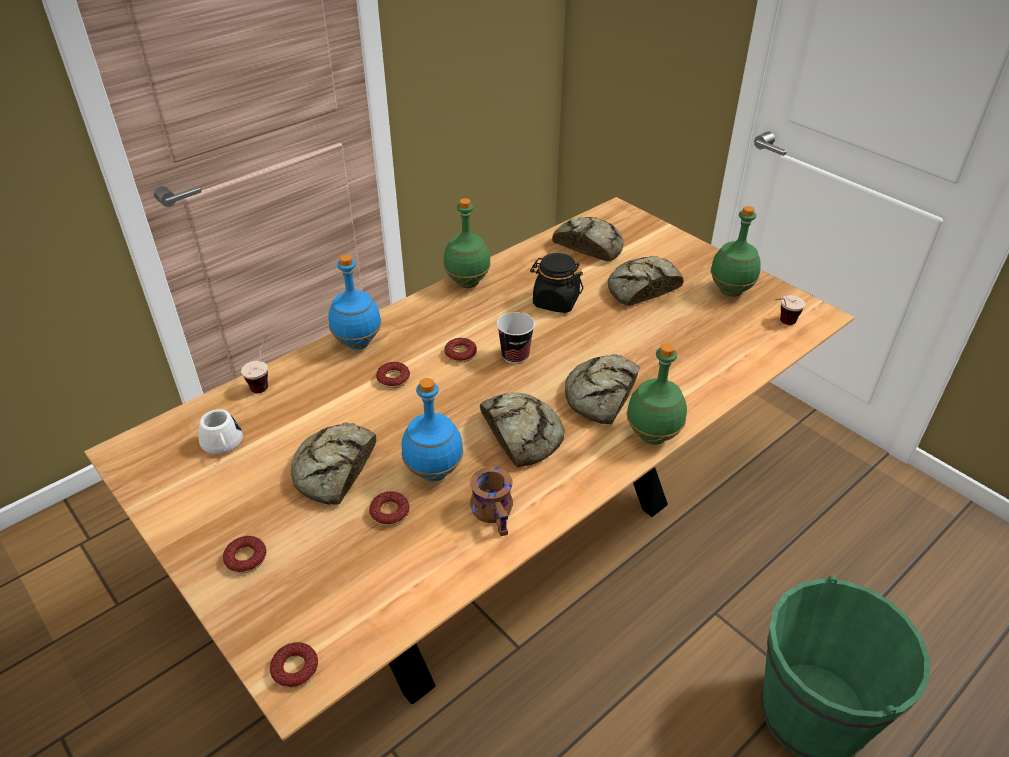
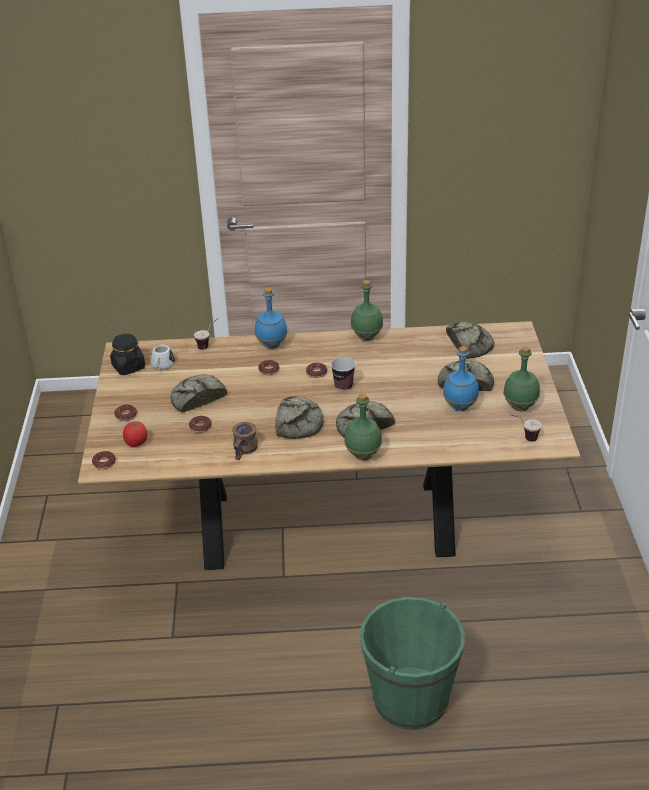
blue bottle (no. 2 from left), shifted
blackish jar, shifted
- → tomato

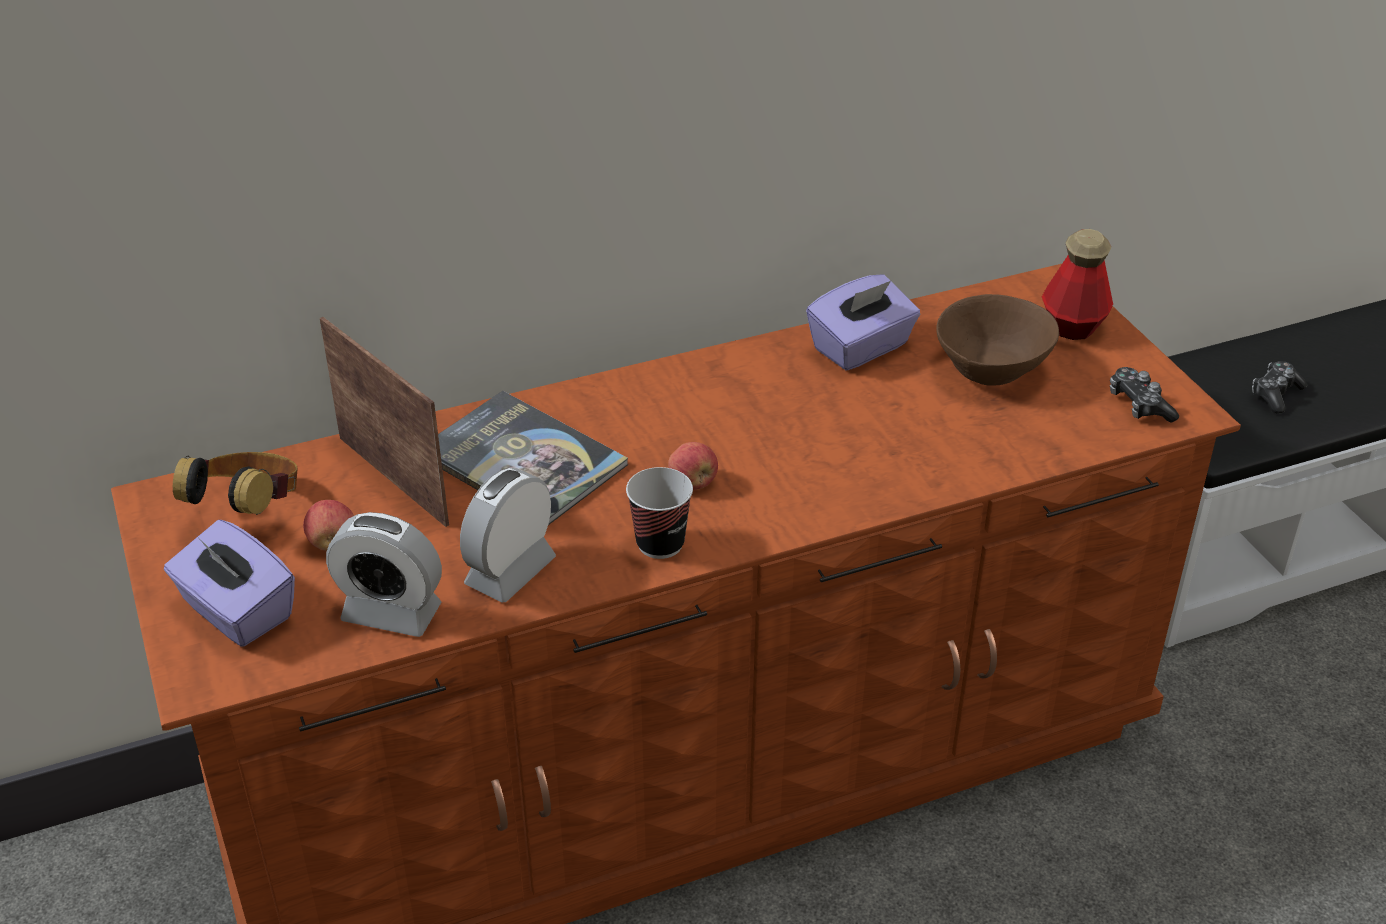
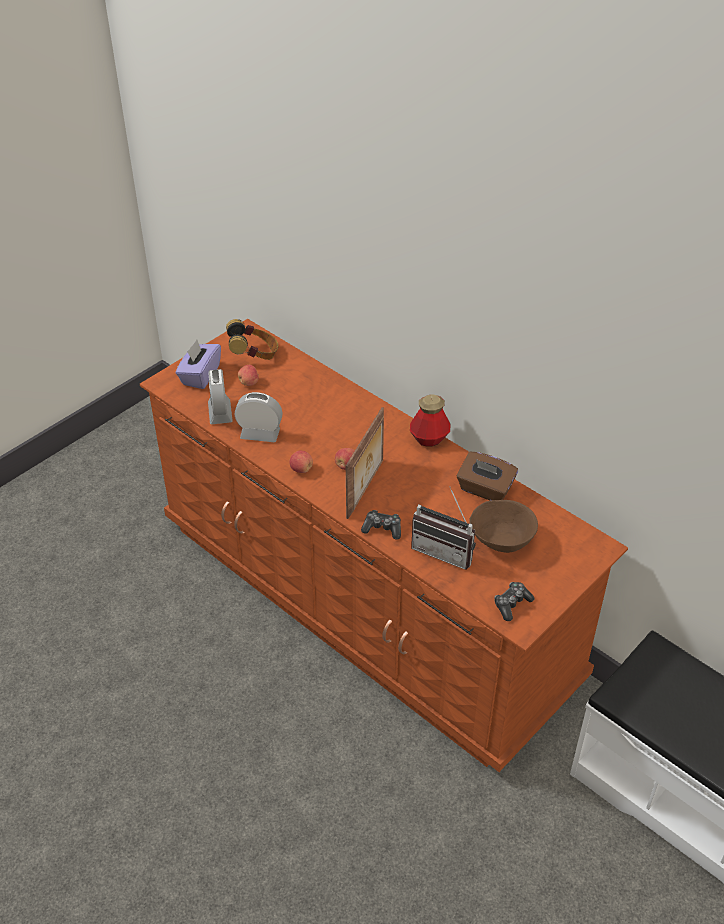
picture frame, shifted
volume → -
cup → apple fruit (no. 2 from left)
purple tissue holder (no. 2 from left) → brown tissue holder
bottle, shifted
joypad (no. 2 from left in the first image) → joypad (no. 1 from left), shifted
- → radio

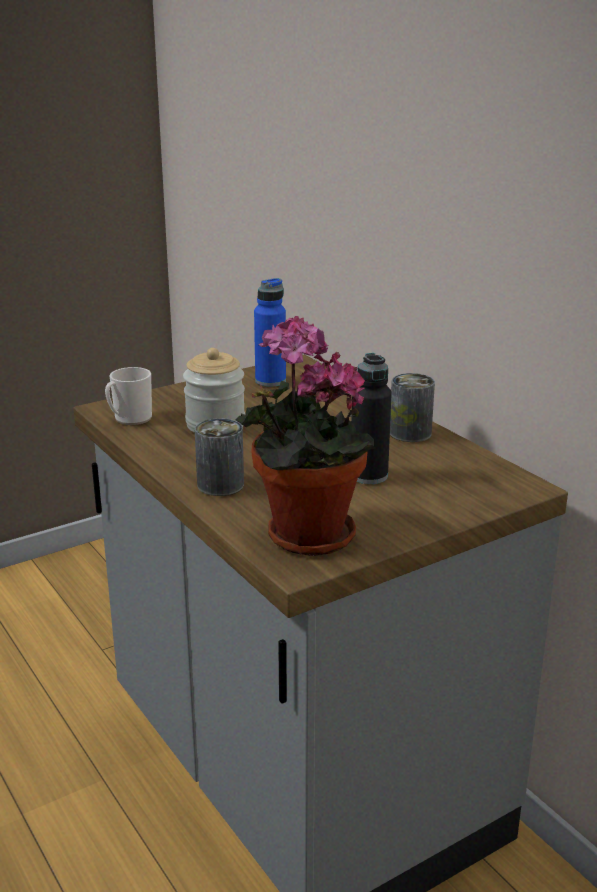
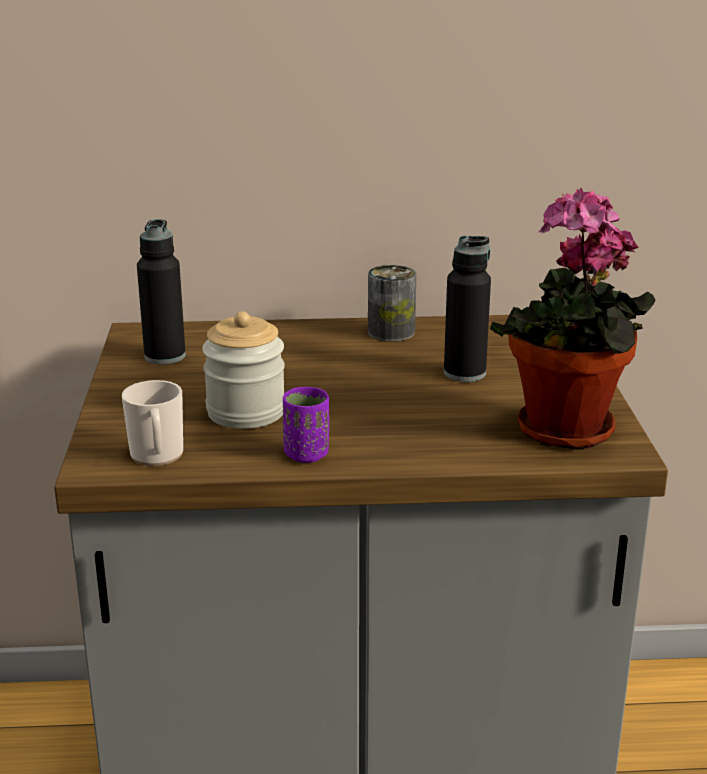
metal can (no. 1 from left) → -
blue bottle → blackish bottle (no. 1 from left)
- → purple cup

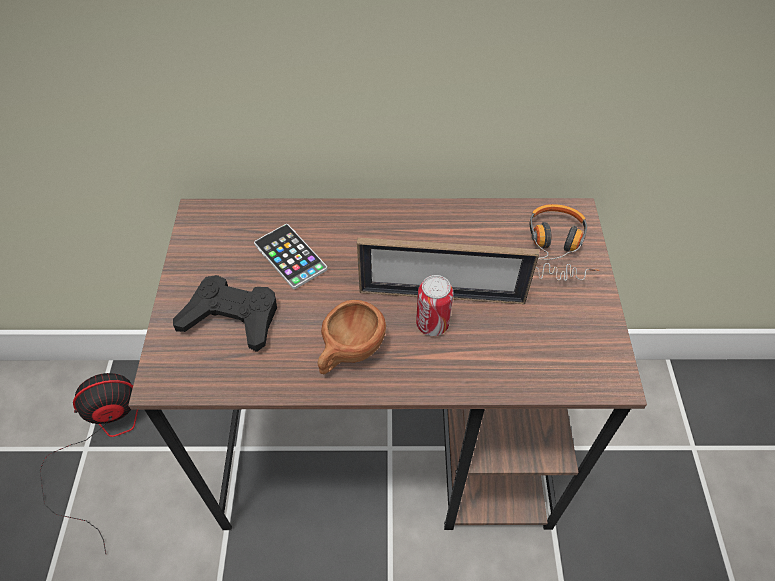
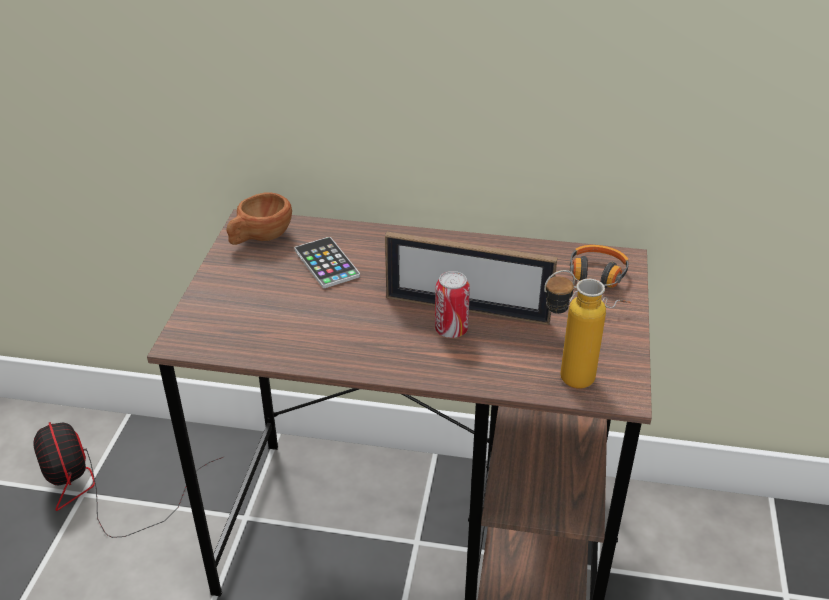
cooling fan, 105 degrees counterclockwise
blackish joypad → -
brown cup, shifted
- → bottle

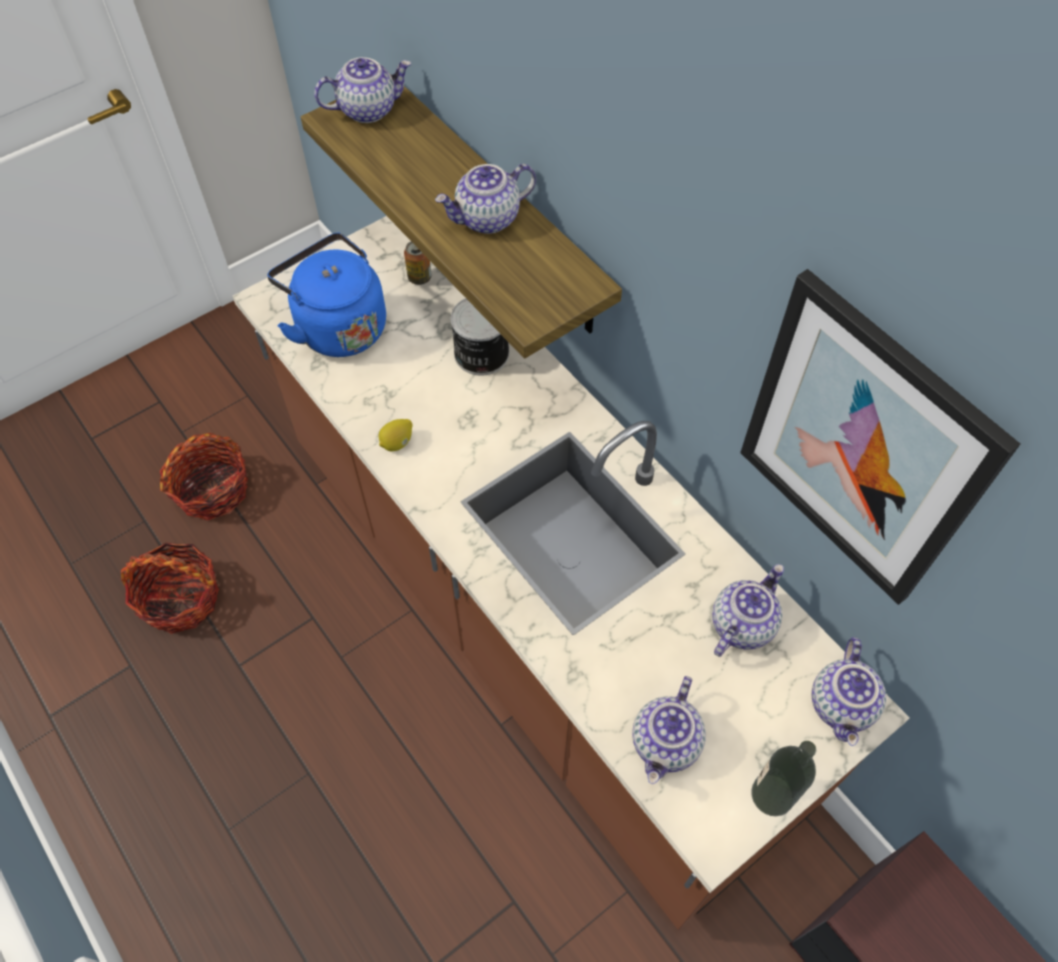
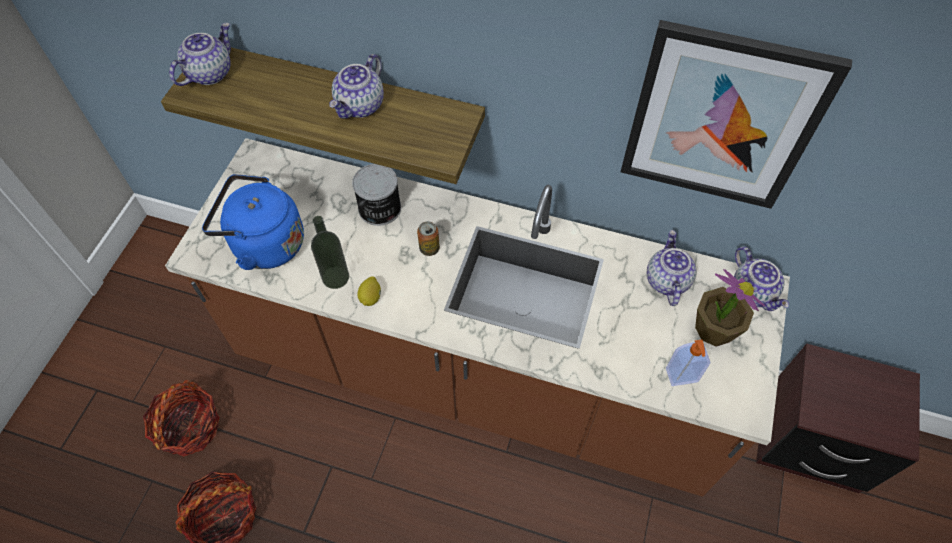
metal can (no. 1 from left in the first image) → metal can (no. 2 from left), shifted
pot for tea (no. 3 from left) → liquid soap bottle
bottle, shifted
- → plant in a pot

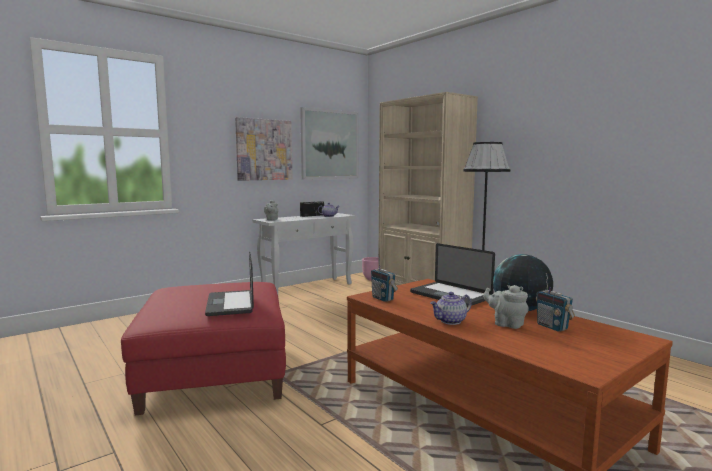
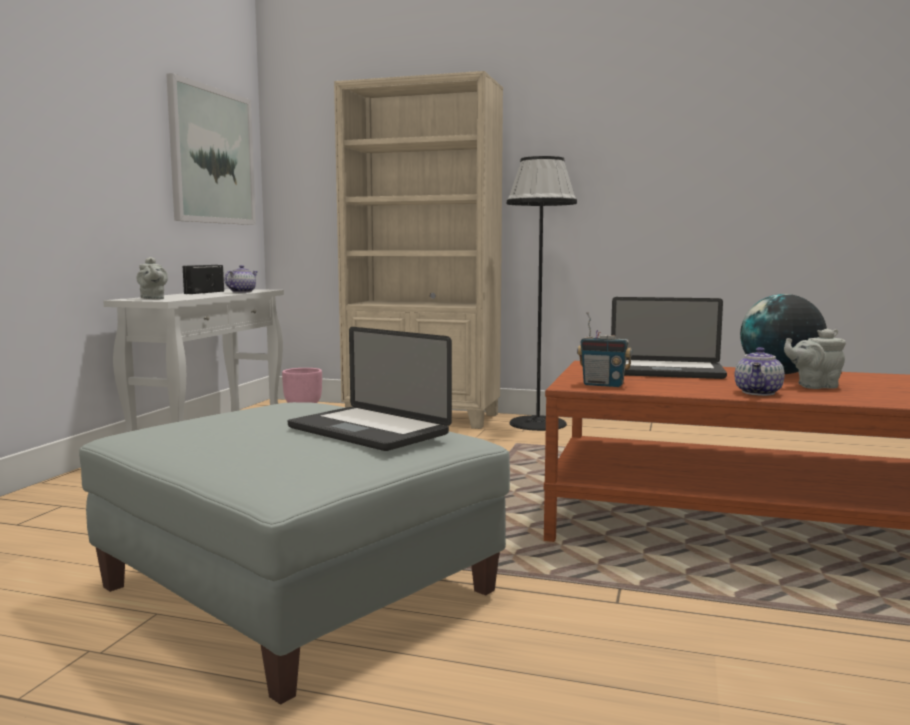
red-coloured pouffe → grey pouffe
wall art (no. 1 from left) → -
radio (no. 3 from left) → -

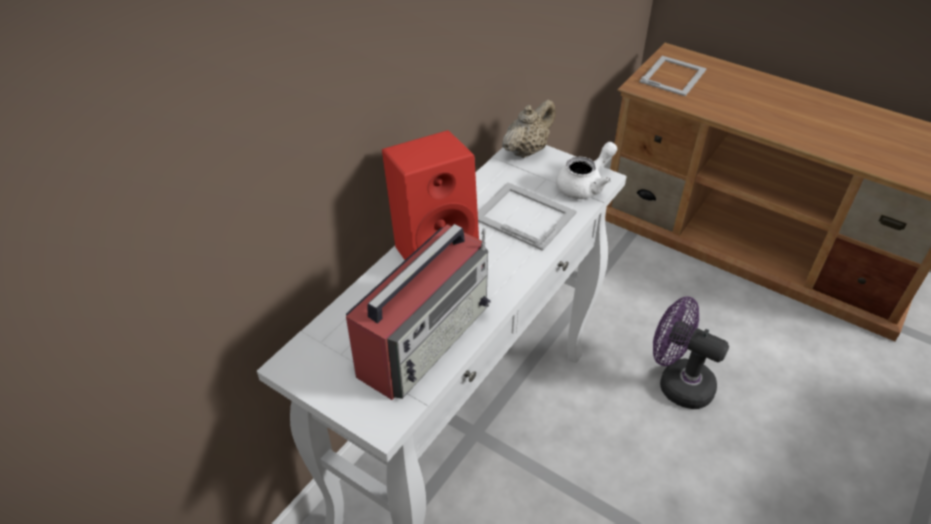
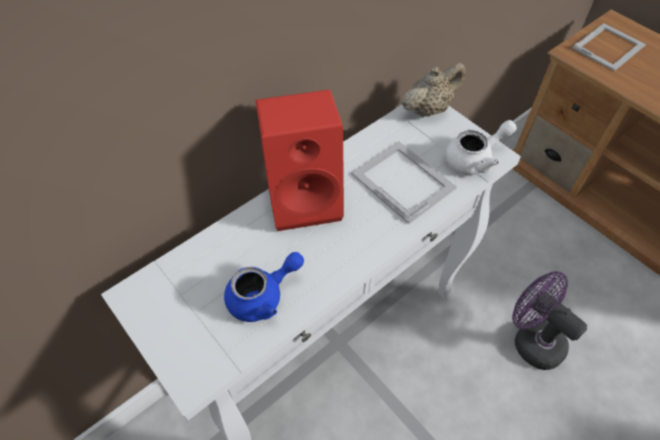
radio → blue pot for tea

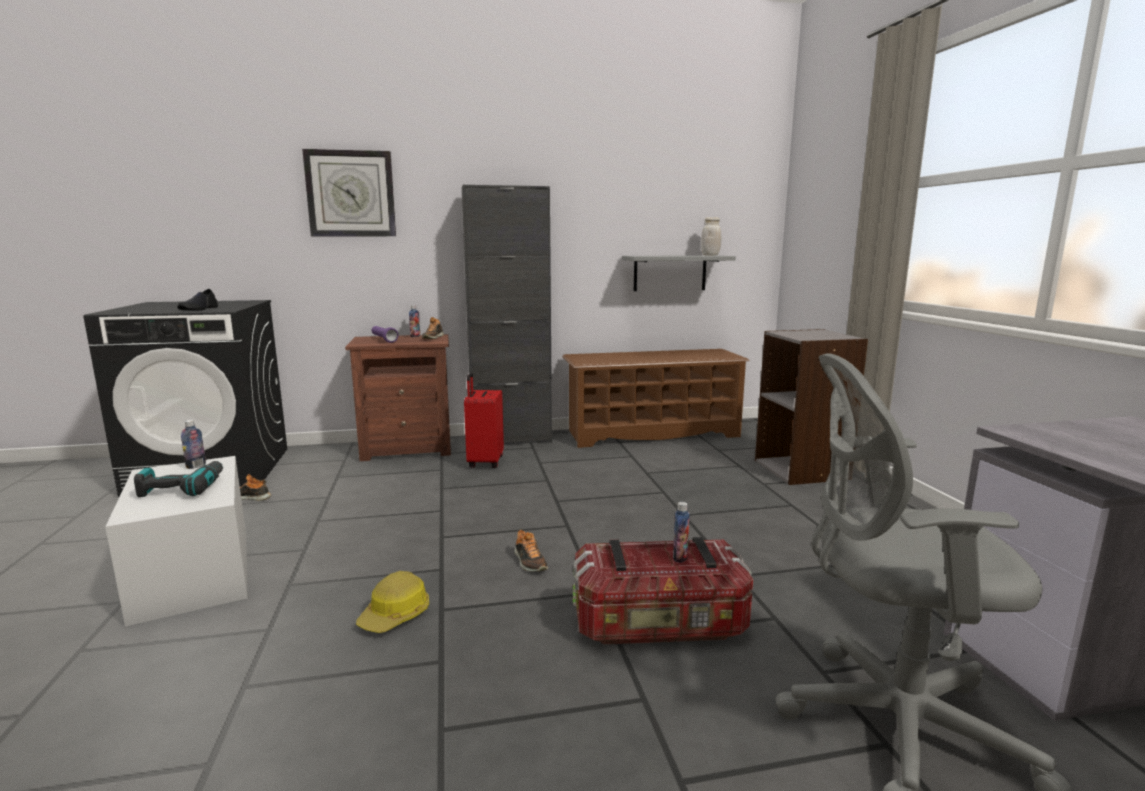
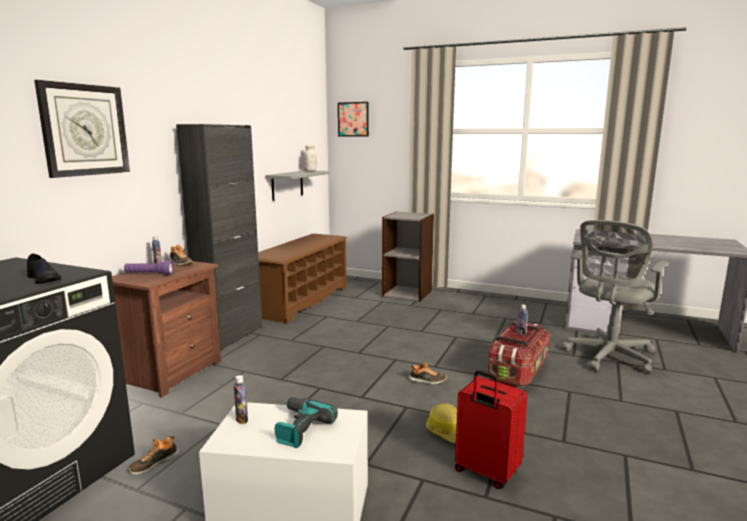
red-coloured piece of luggage, shifted
- → wall art

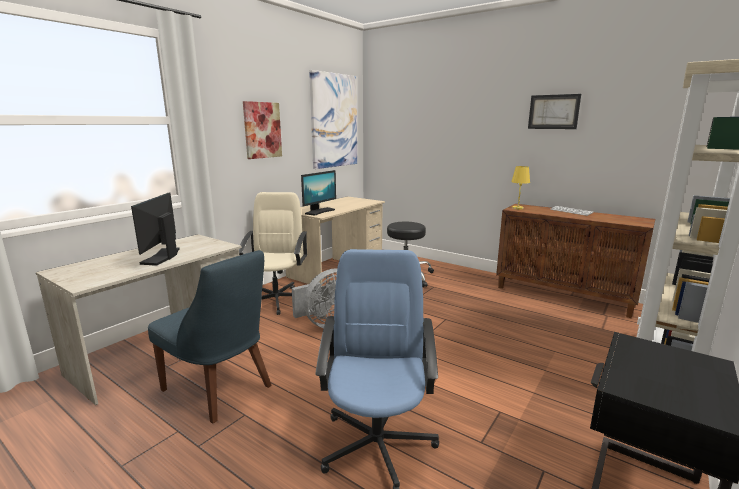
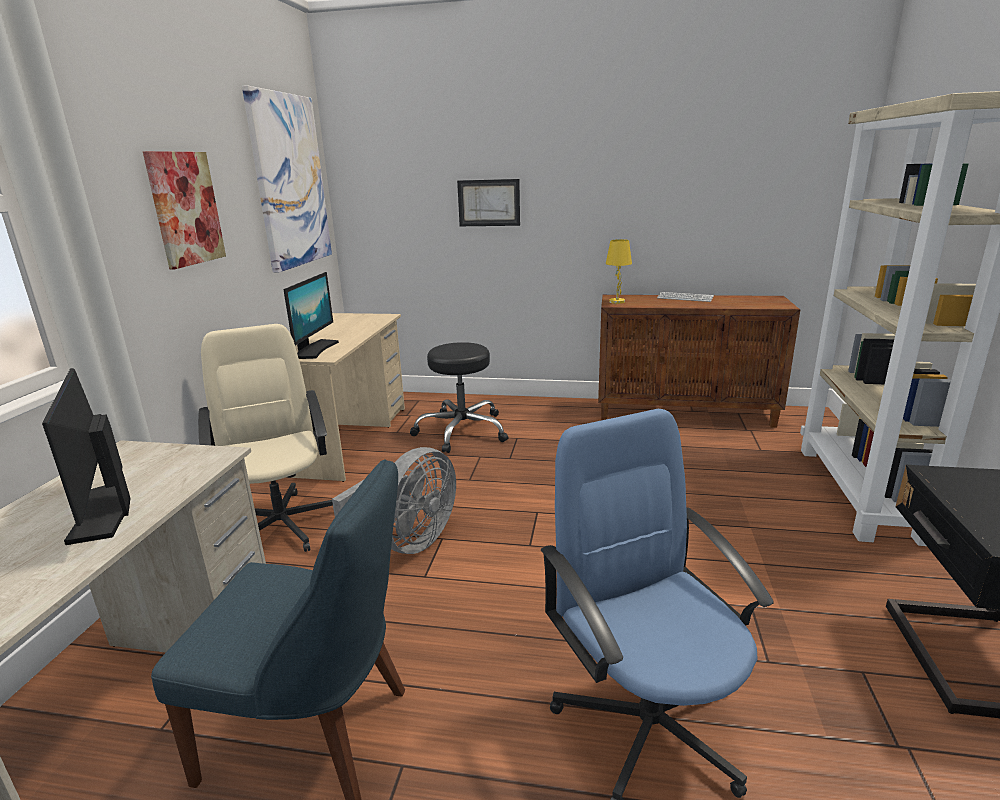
wall art (no. 3 from left), shifted

